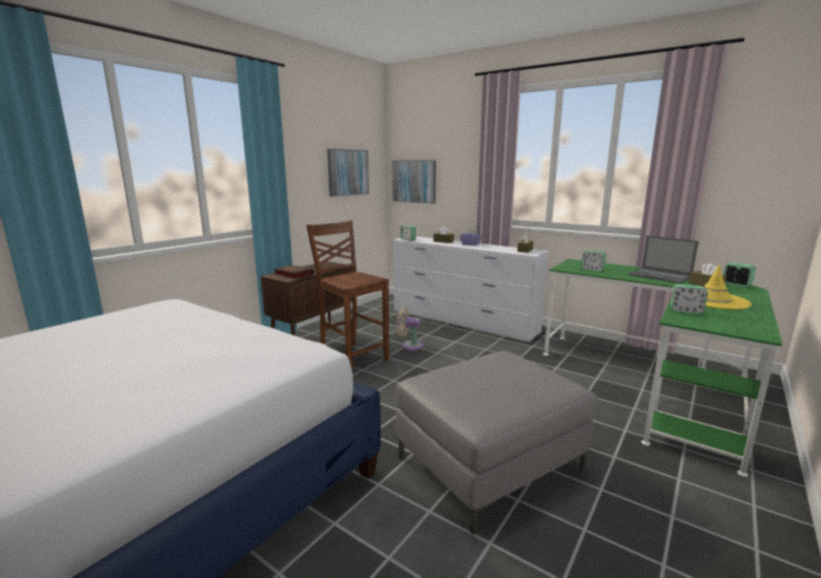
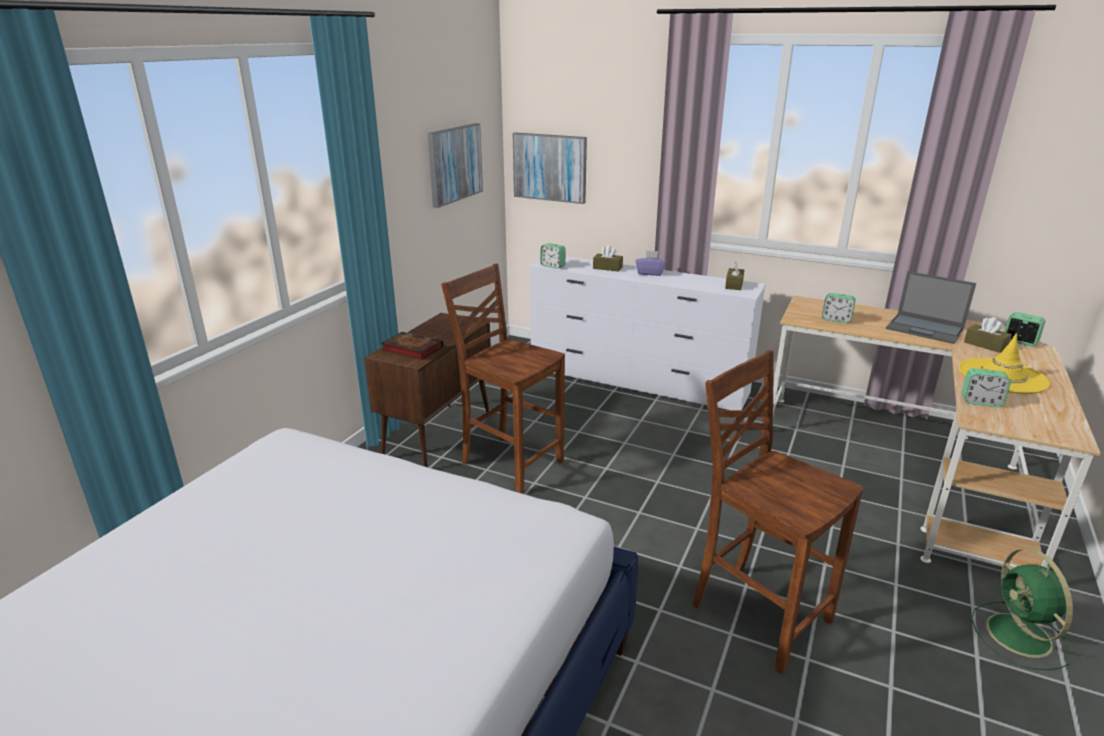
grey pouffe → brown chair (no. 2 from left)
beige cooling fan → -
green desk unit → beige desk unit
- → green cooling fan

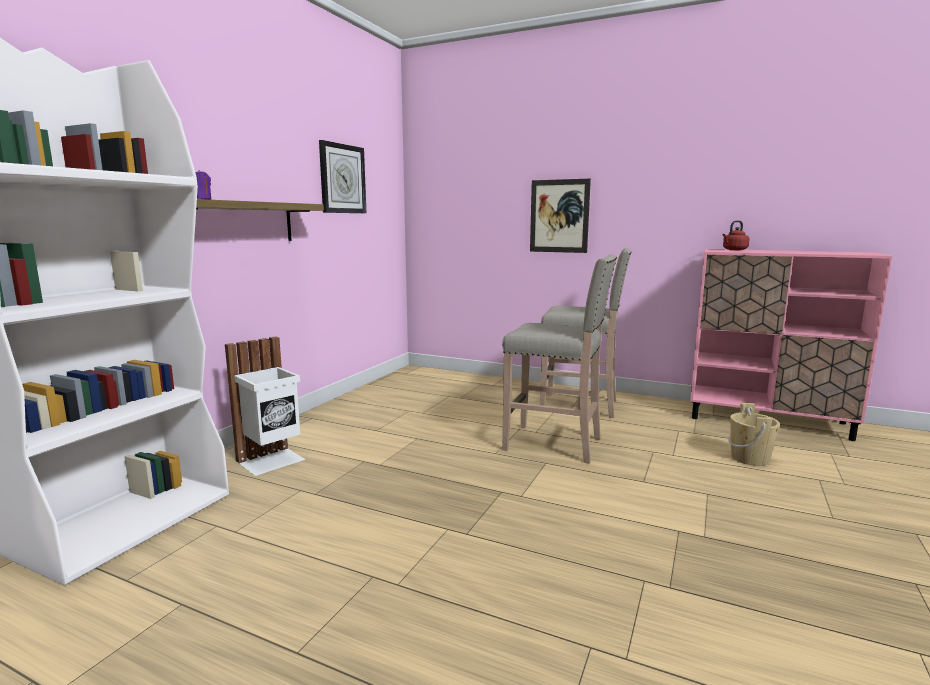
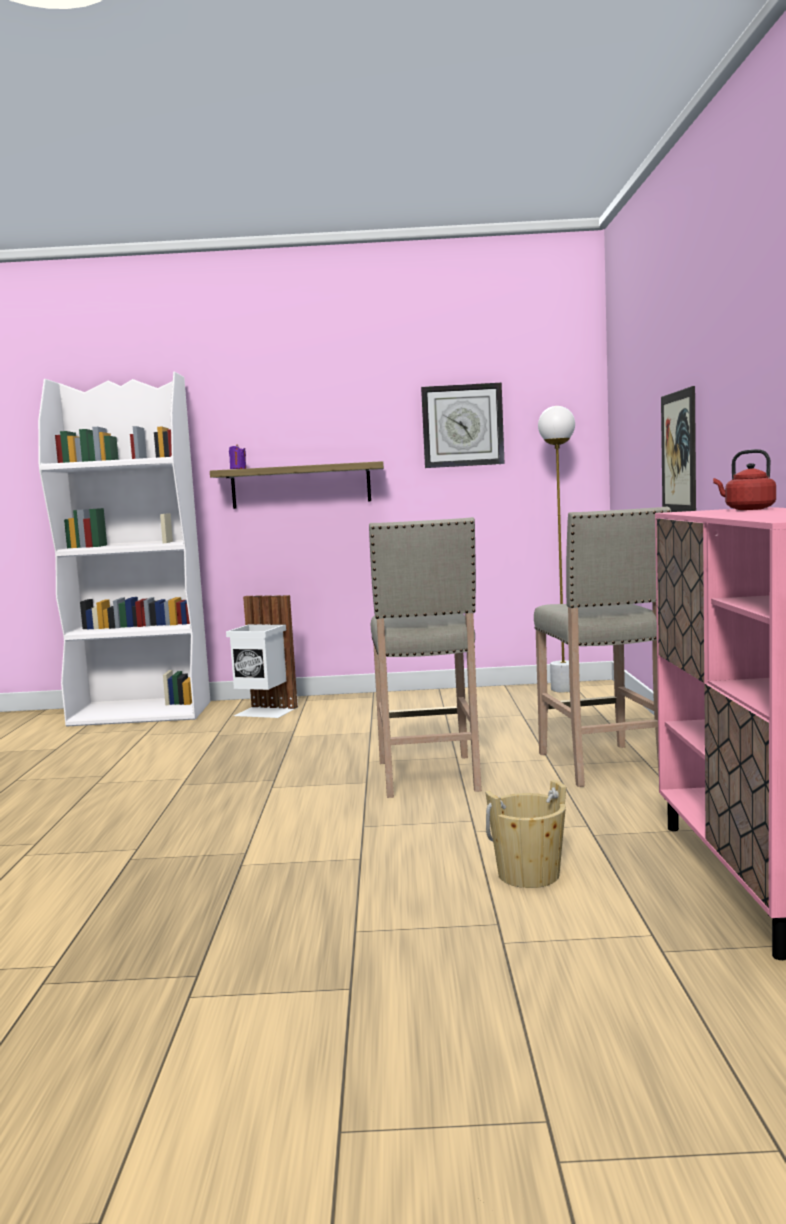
- → white-coloured standard lamp

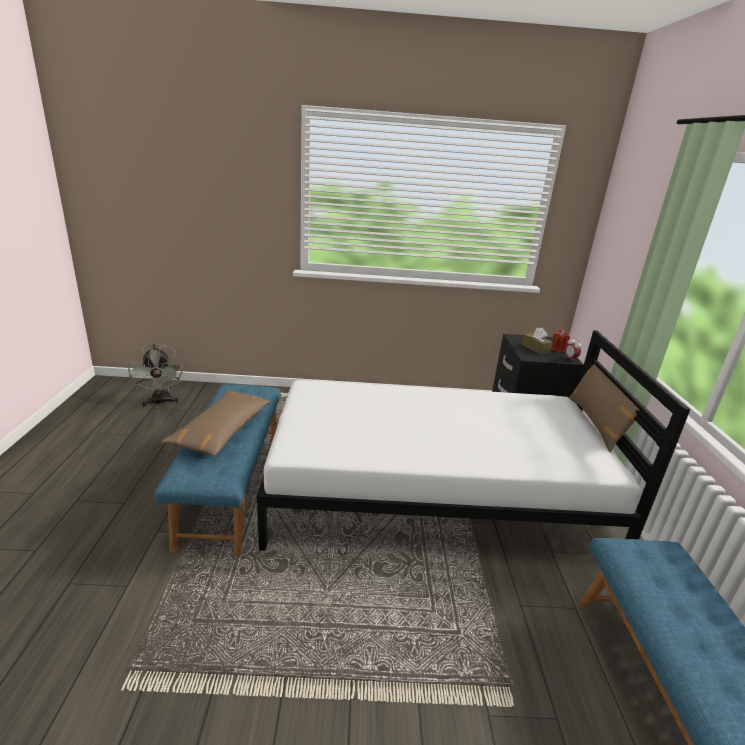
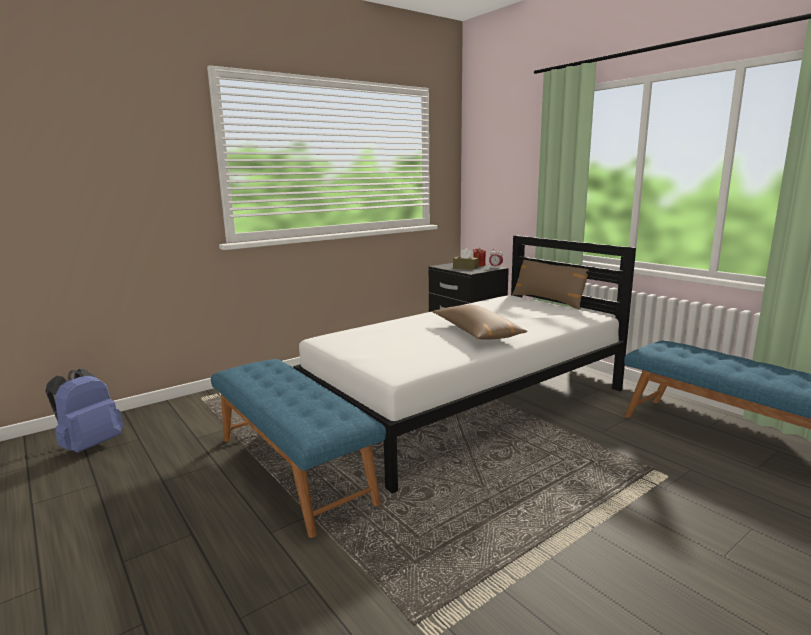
grey cooling fan → blue knapsack
brown throw pillow (no. 1 from left), shifted

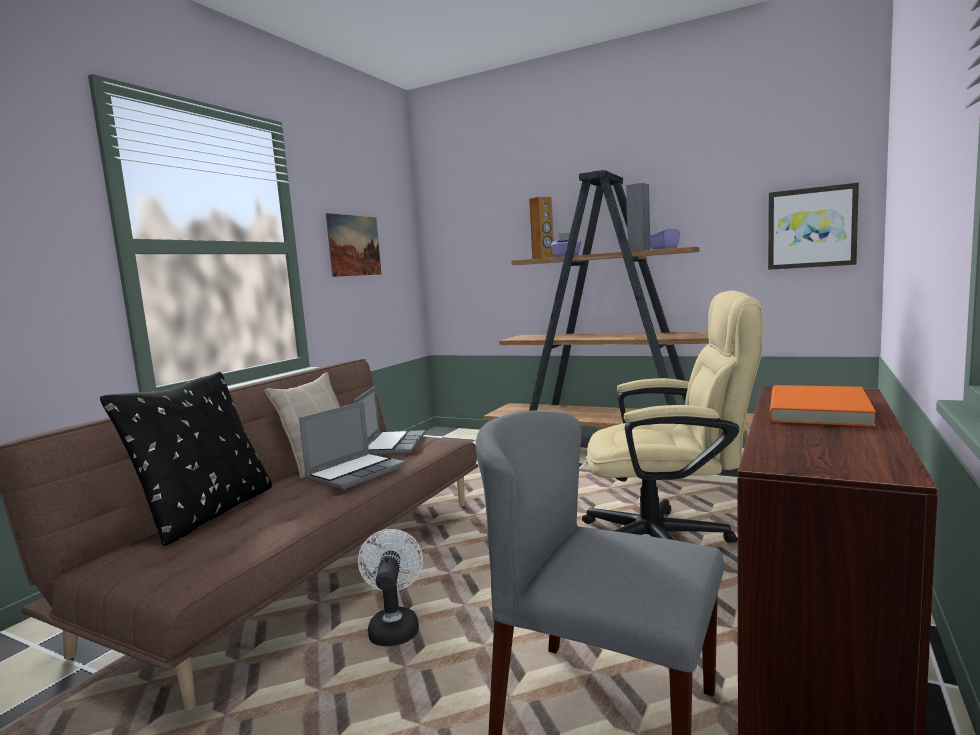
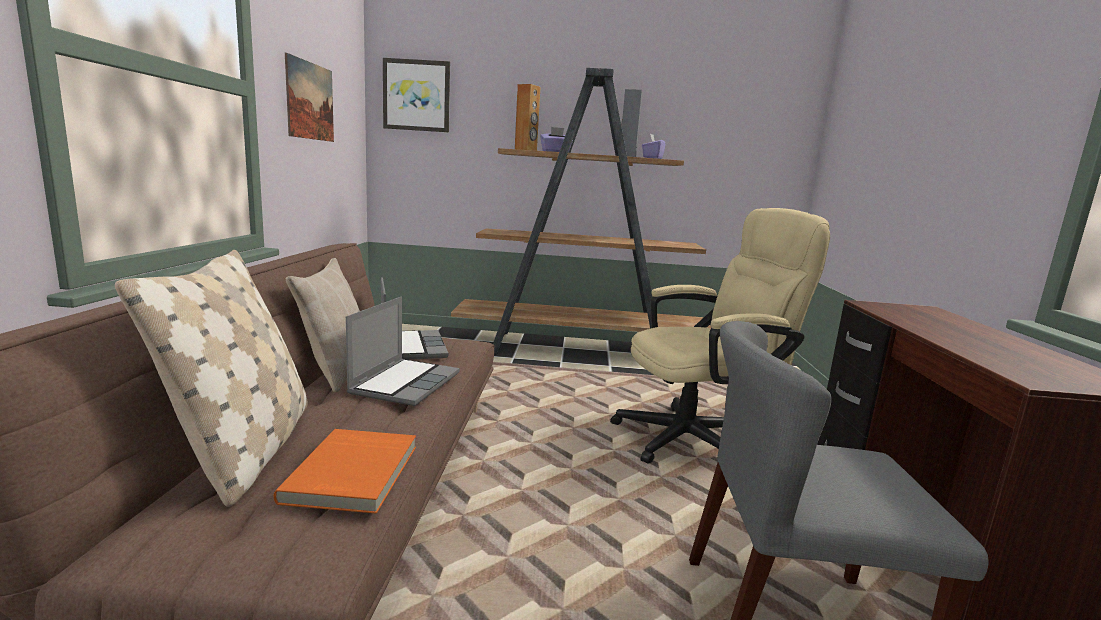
blackish throw pillow → beige throw pillow (no. 1 from left)
white-coloured cooling fan → -
wall art (no. 2 from left), shifted
orange volume, shifted

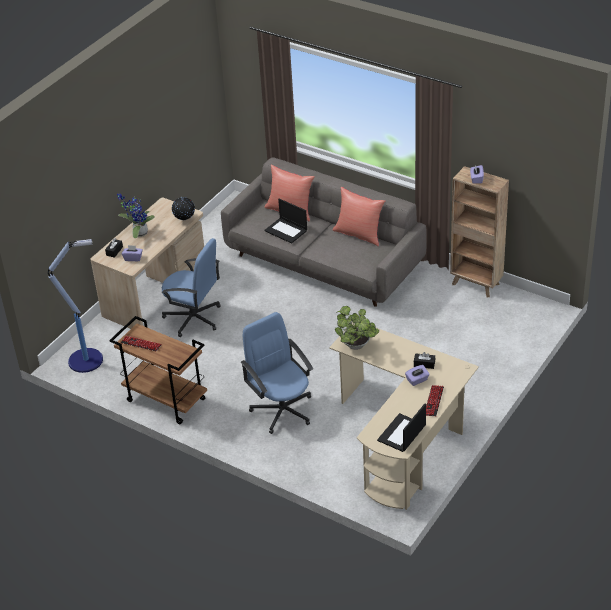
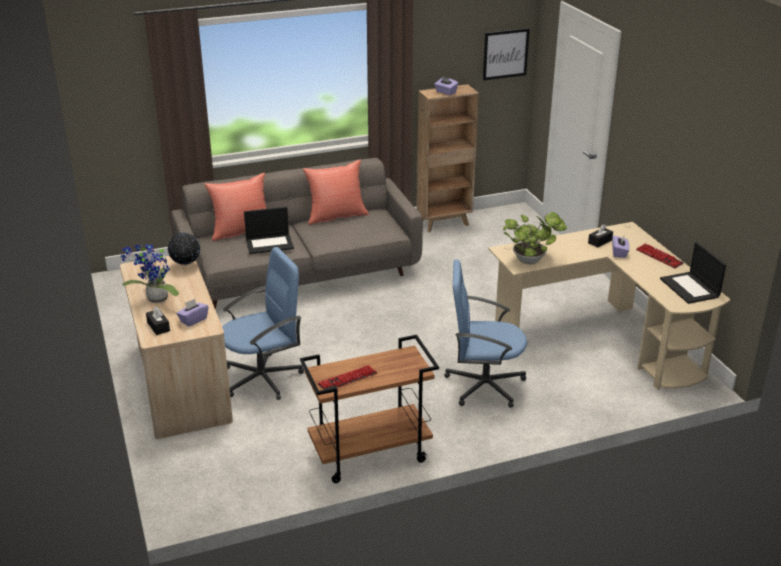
standard lamp → -
- → wall art

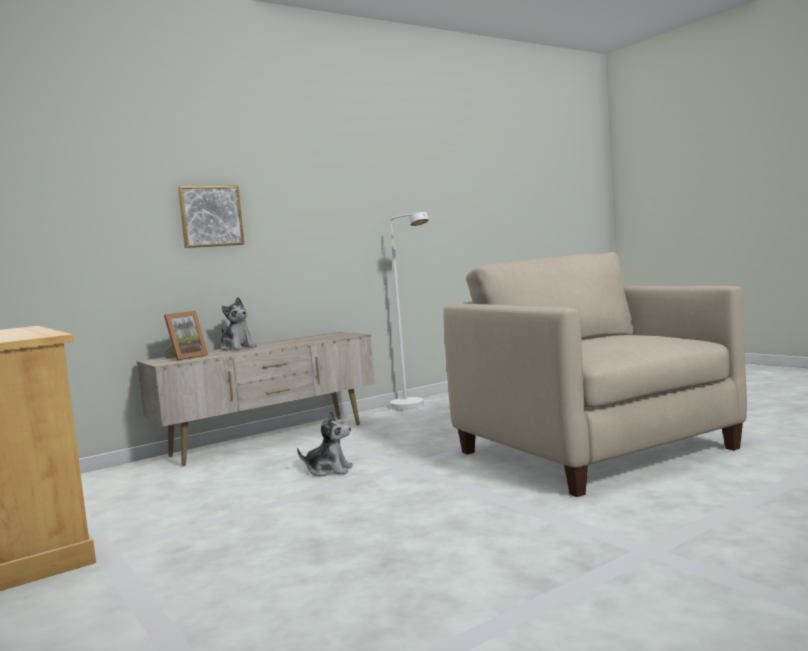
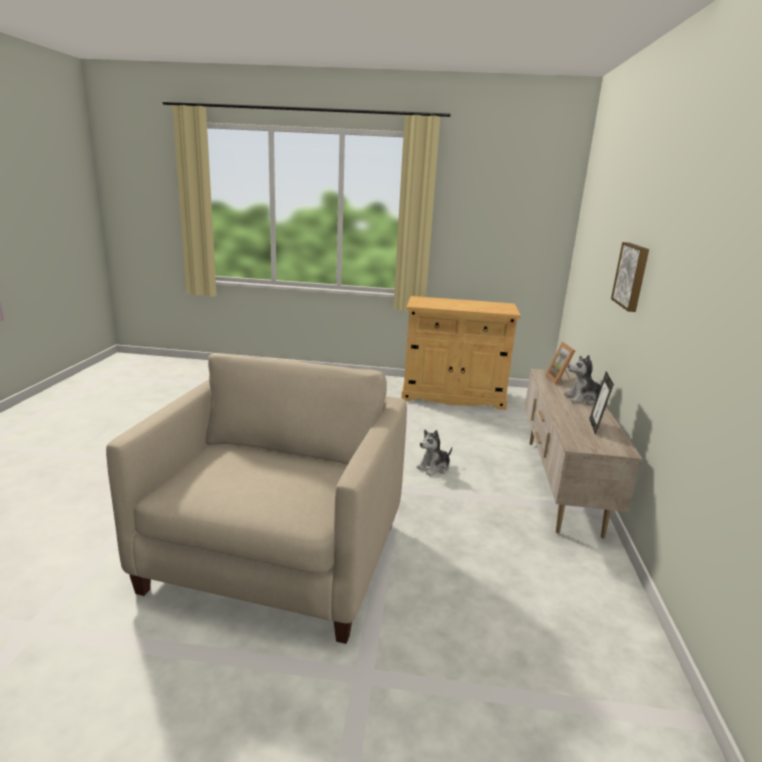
white-coloured standard lamp → -
beige easy chair, 90 degrees counterclockwise
- → picture frame (no. 2 from left)

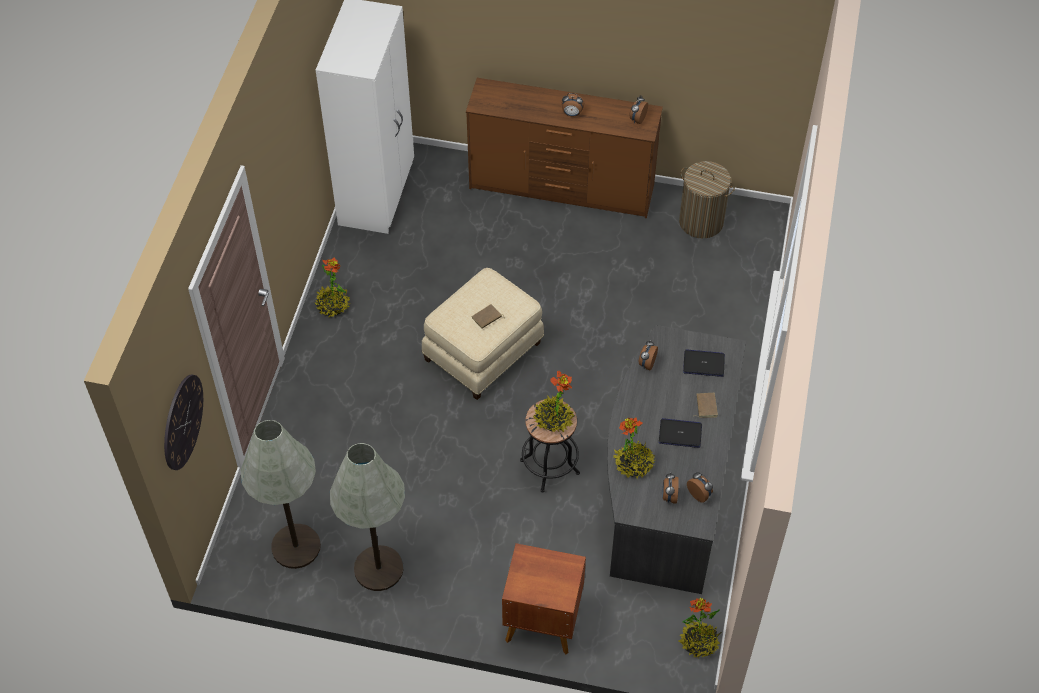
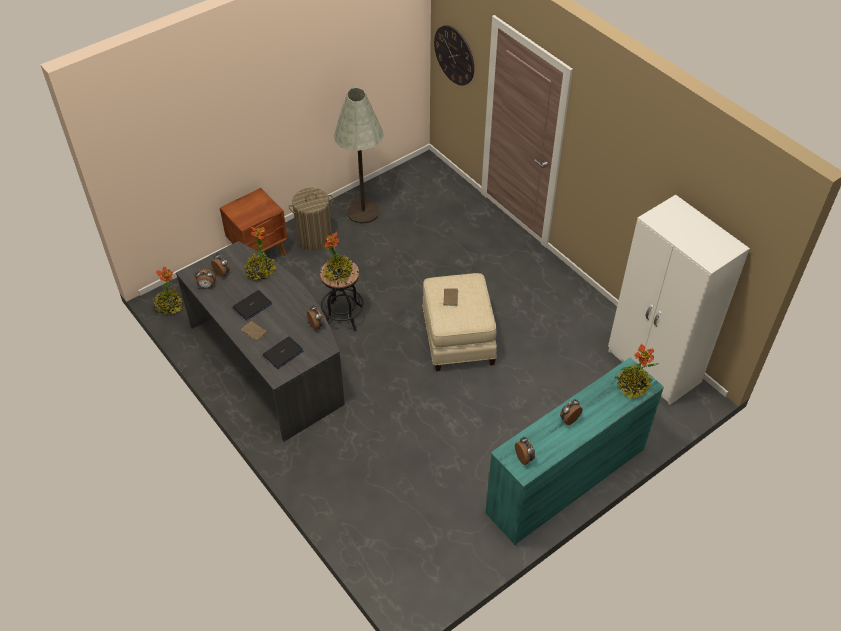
grey standard lamp (no. 1 from left) → -
plant in a pot (no. 1 from left in the first image) → plant in a pot (no. 4 from left), shifted
brown dresser → turquoise dresser
washing basket, shifted

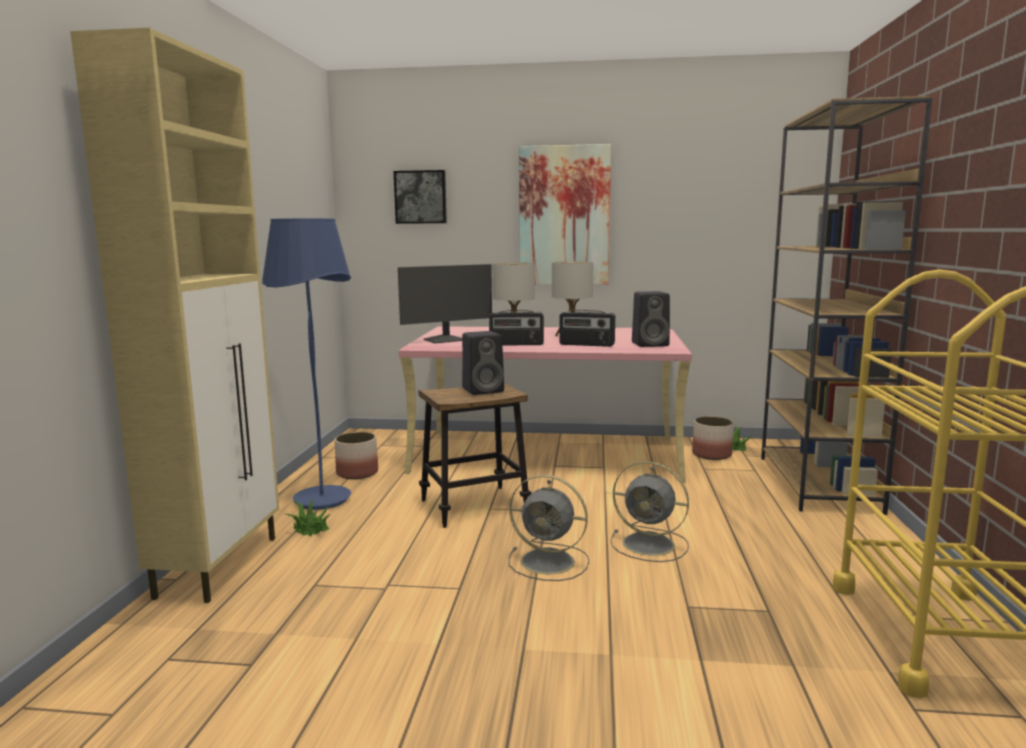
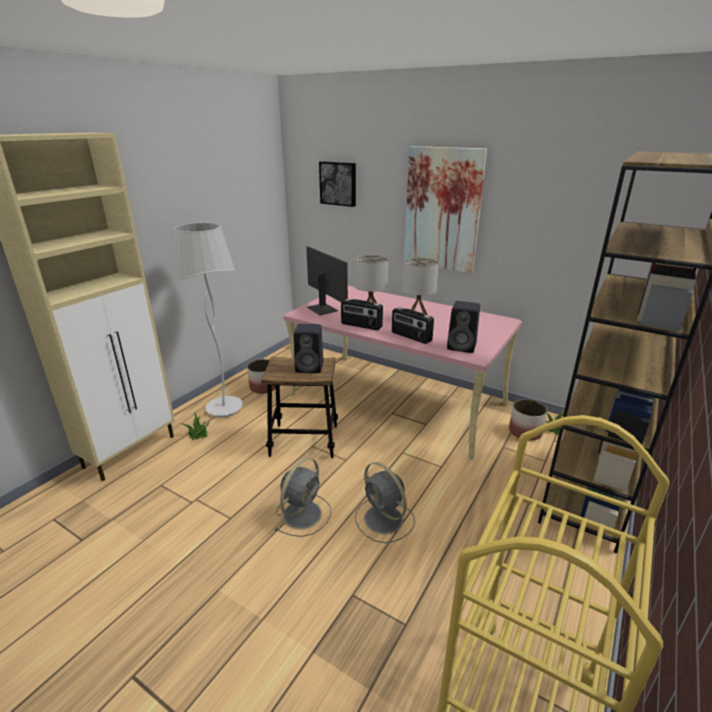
blue standard lamp → white-coloured standard lamp
computer screen, 120 degrees counterclockwise
grey cooling fan (no. 1 from left), 105 degrees counterclockwise

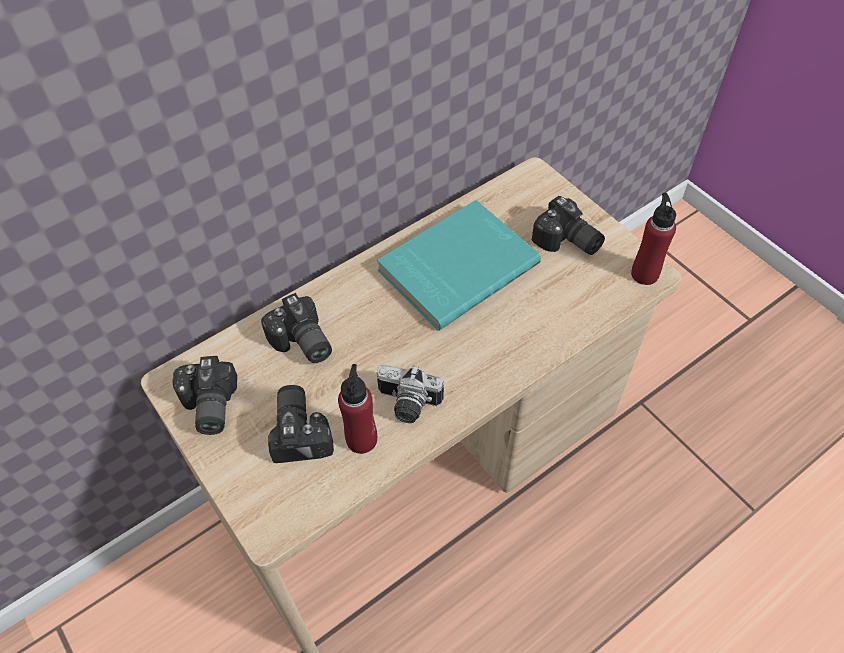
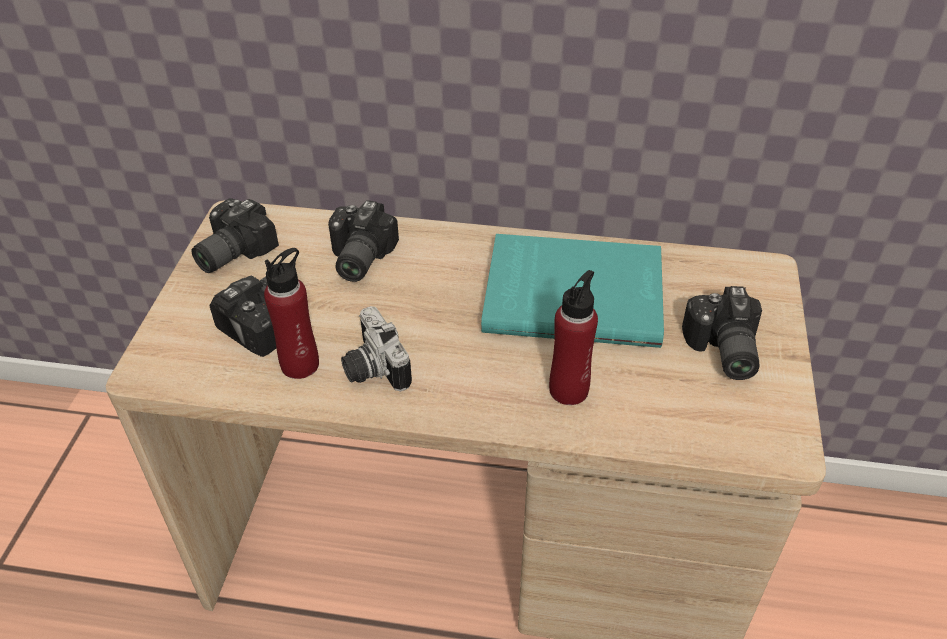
red-coloured bottle (no. 2 from left), shifted

